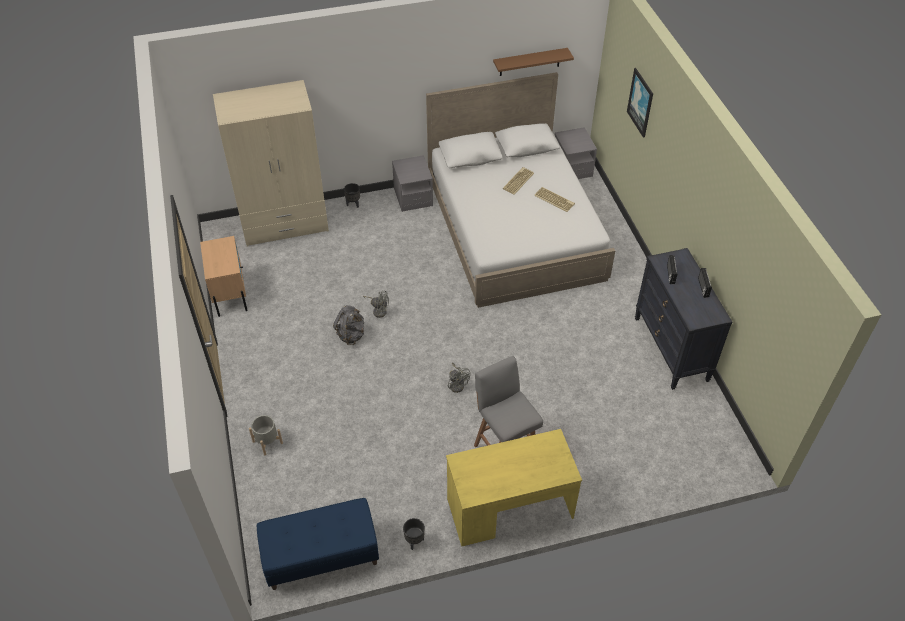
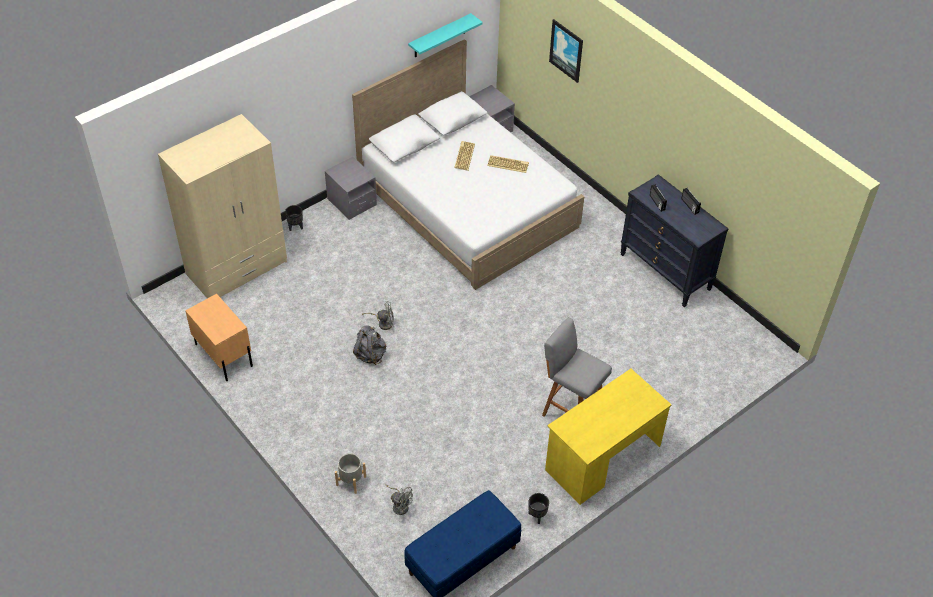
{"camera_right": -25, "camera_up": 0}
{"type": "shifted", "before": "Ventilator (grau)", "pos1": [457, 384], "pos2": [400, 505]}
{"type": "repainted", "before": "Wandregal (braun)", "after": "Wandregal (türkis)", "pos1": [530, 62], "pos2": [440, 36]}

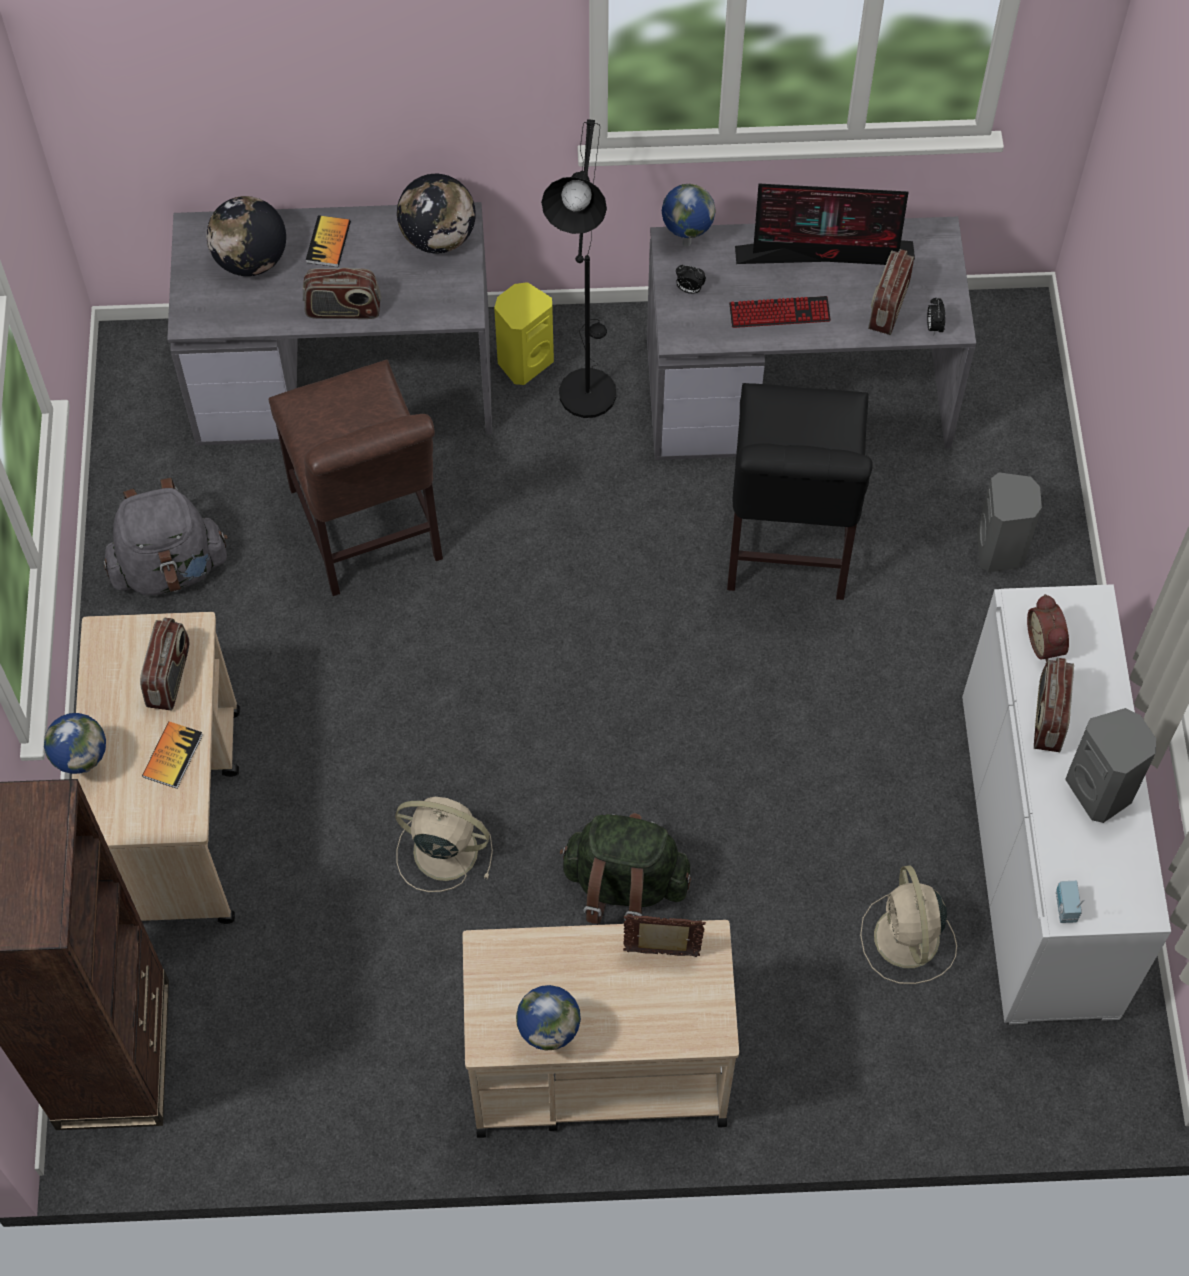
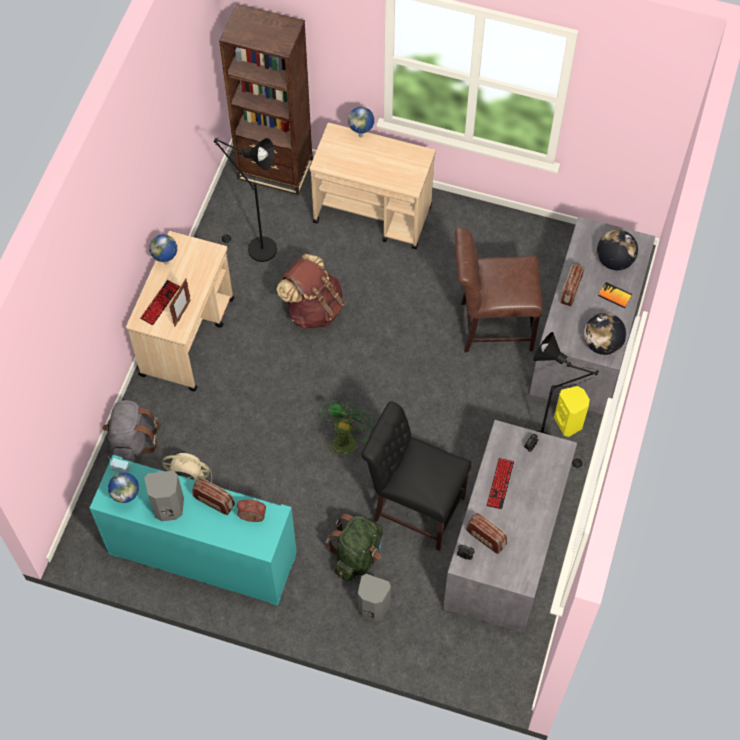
{"camera_right": 110, "camera_up": 0}
{"type": "repainted", "before": "Schrank (weiß)", "after": "Schrank (türkis)", "pos1": [1038, 854], "pos2": [202, 554]}
{"type": "shifted", "before": "Rucksack (grau)", "pos1": [170, 568], "pos2": [132, 441]}
{"type": "shifted", "before": "Globus", "pos1": [685, 242], "pos2": [128, 498]}
{"type": "new", "after": "Tastatur", "pos2": [160, 303]}
{"type": "new", "after": "Stehlampe (schwarz)", "pos2": [256, 249]}
{"type": "swapped", "before": "Ventilator (beige)", "after": "Rucksack (braun)", "pos1": [442, 850], "pos2": [313, 308]}
{"type": "new", "after": "Ventilator (grün)", "pos2": [344, 438]}
{"type": "shifted", "before": "Rucksack (grün)", "pos1": [624, 885], "pos2": [357, 555]}
{"type": "gone", "before": "Radio", "pos1": [169, 676]}
{"type": "gone", "before": "Buch", "pos1": [172, 755]}
{"type": "gone", "before": "Monitor", "pos1": [827, 253]}

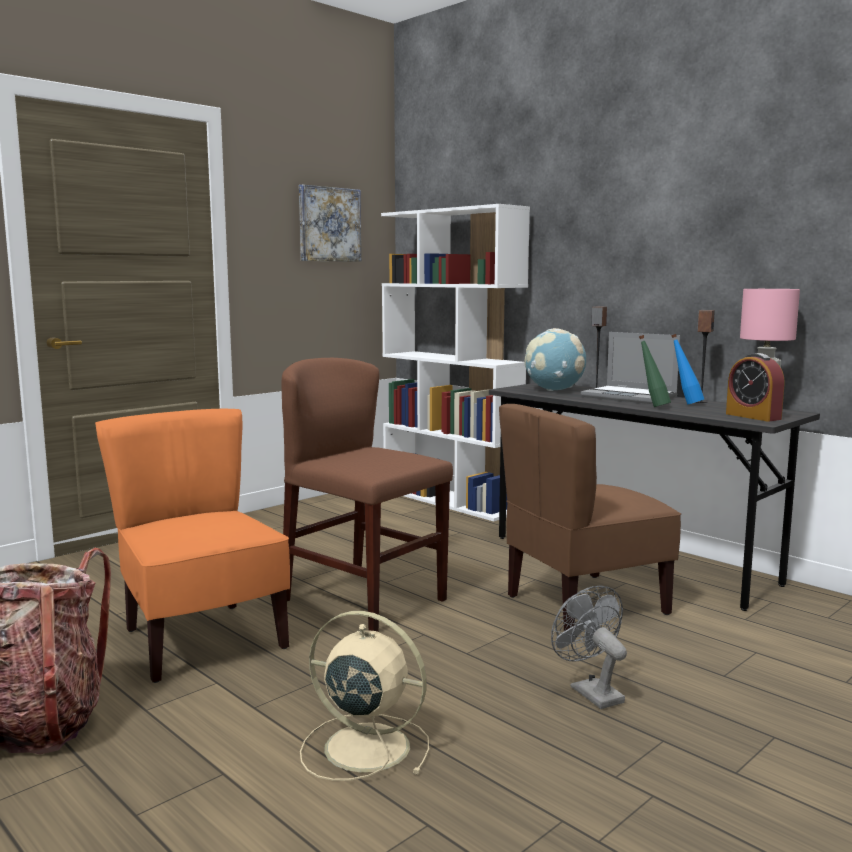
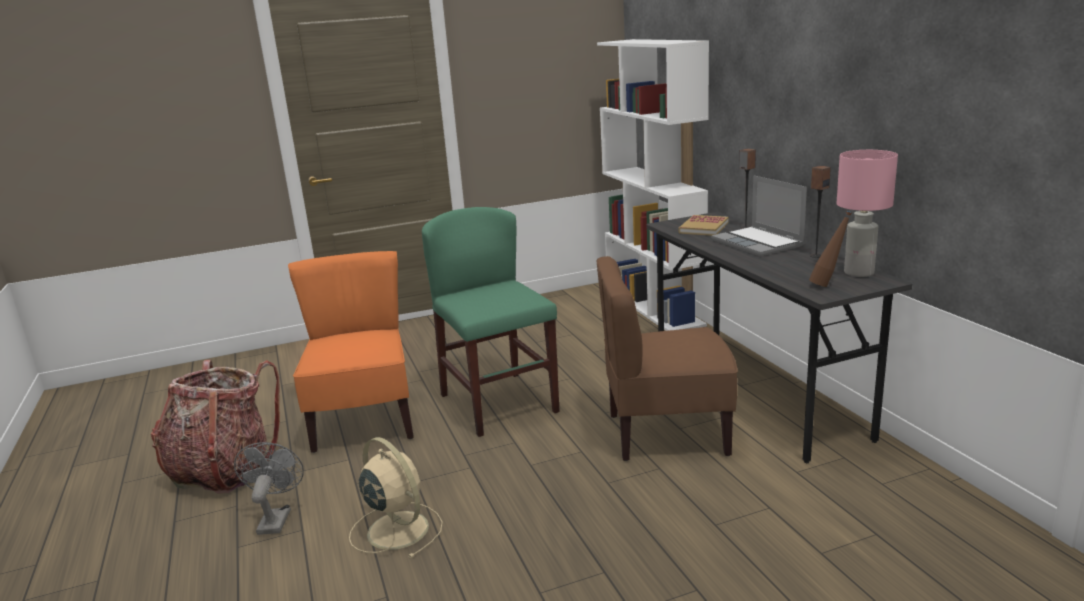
{"camera_right": 25, "camera_up": 10}
{"type": "shifted", "before": "Ventilator (grau)", "pos1": [590, 691], "pos2": [275, 518]}
{"type": "repainted", "before": "Stuhl (braun)", "after": "Stuhl (grün)", "pos1": [364, 600], "pos2": [498, 403]}
{"type": "swapped", "before": "Globus", "after": "Buch", "pos1": [554, 390], "pos2": [703, 228]}
{"type": "swapped", "before": "Wecker", "after": "Flasche (braun)", "pos1": [753, 416], "pos2": [828, 285]}
{"type": "gone", "before": "Bild", "pos1": [329, 224]}
{"type": "gone", "before": "Flasche (grün)", "pos1": [652, 406]}
{"type": "gone", "before": "Flasche (blau)", "pos1": [685, 404]}

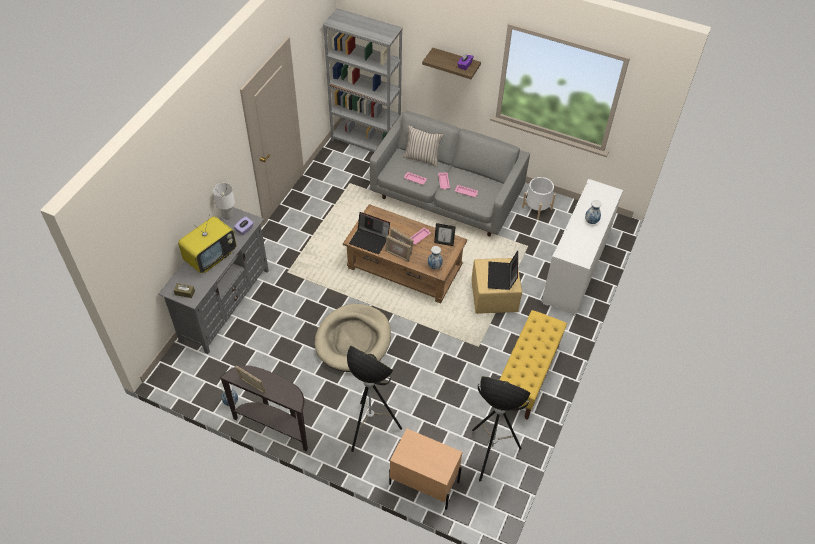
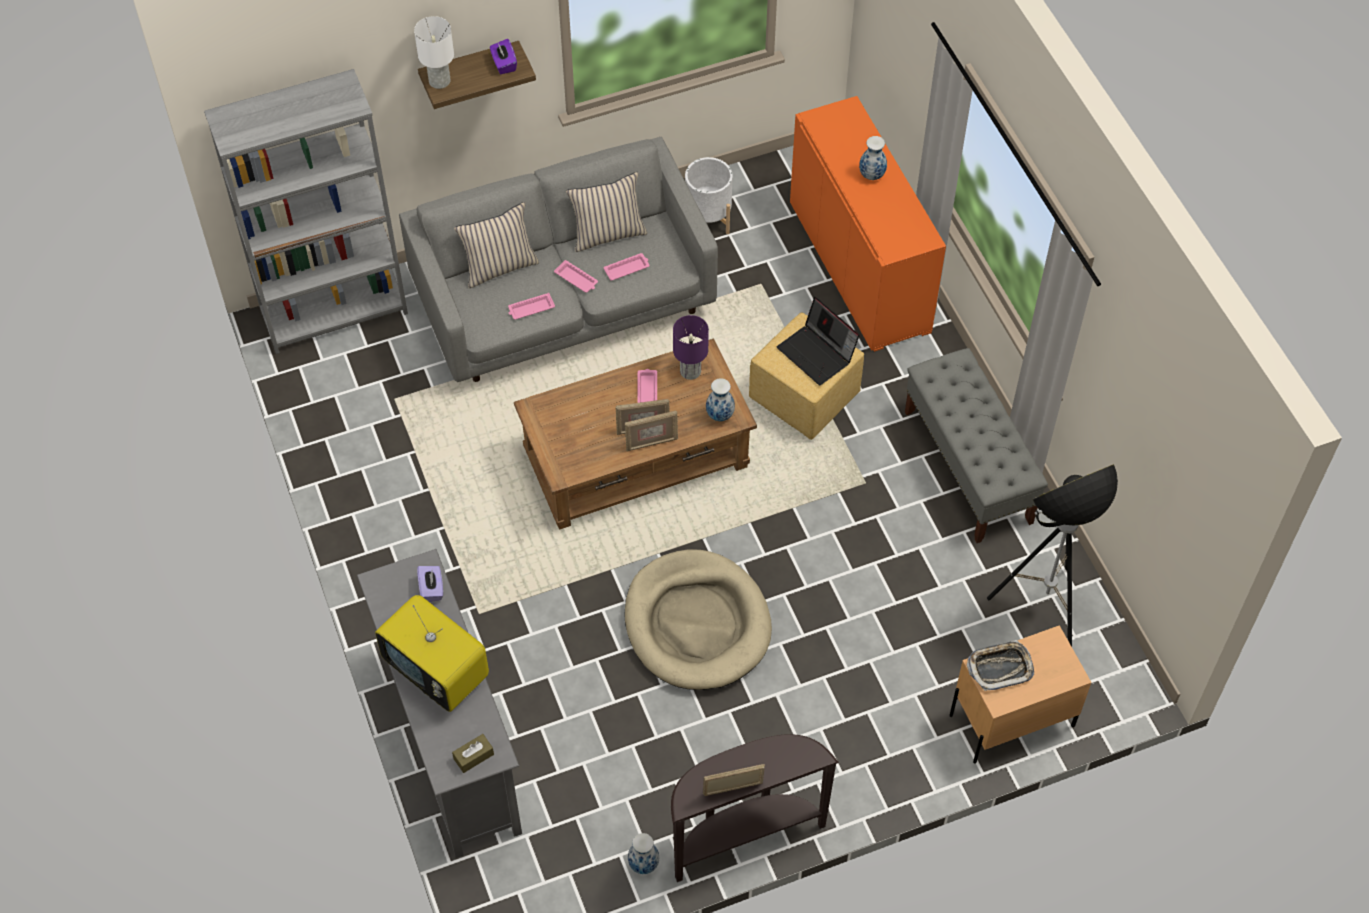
{"camera_right": -45, "camera_up": 5}
{"type": "rotated", "before": "Fernseher", "pos1": [211, 257], "pos2": [438, 672], "turn": 135}
{"type": "shifted", "before": "Tischlampe (weiß)", "pos1": [227, 215], "pos2": [439, 81]}
{"type": "new", "after": "Kissen (beige)", "pos2": [607, 234]}
{"type": "swapped", "before": "Bilderrahmen", "after": "Tischlampe (lila)", "pos1": [444, 243], "pos2": [690, 371]}
{"type": "repainted", "before": "Schrank (weiß)", "after": "Schrank (orange)", "pos1": [575, 270], "pos2": [859, 267]}
{"type": "repainted", "before": "Bank (gelb)", "after": "Bank (grau)", "pos1": [527, 376], "pos2": [968, 467]}
{"type": "new", "after": "Tablett", "pos2": [1000, 668]}
{"type": "gone", "before": "Stehlampe", "pos1": [370, 428]}
{"type": "gone", "before": "Laptop", "pos1": [370, 240]}

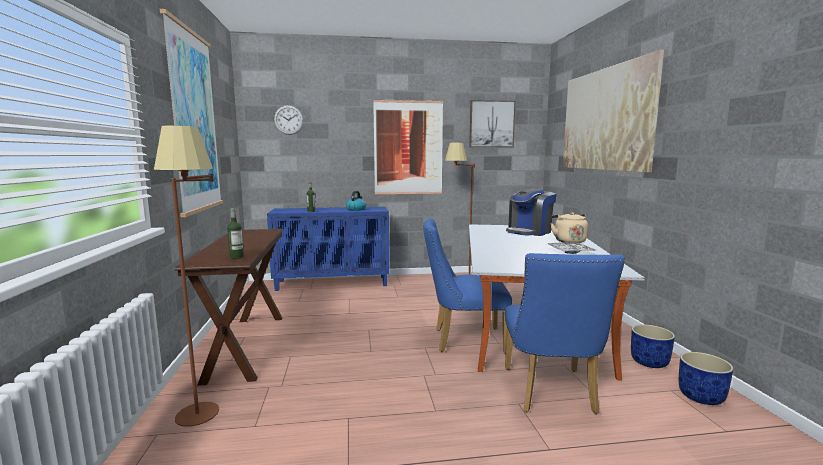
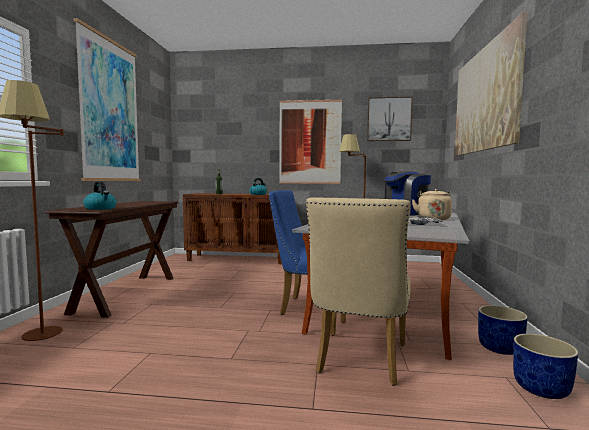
{"camera_right": 15, "camera_up": -5}
{"type": "swapped", "before": "Flasche", "after": "Wasserkessel", "pos1": [236, 257], "pos2": [101, 209]}
{"type": "repainted", "before": "Schrank (blau)", "after": "Schrank (braun)", "pos1": [333, 283], "pos2": [238, 259]}
{"type": "repainted", "before": "Stuhl (blau)", "after": "Stuhl (beige)", "pos1": [550, 394], "pos2": [359, 361]}
{"type": "gone", "before": "Wanduhr", "pos1": [288, 120]}

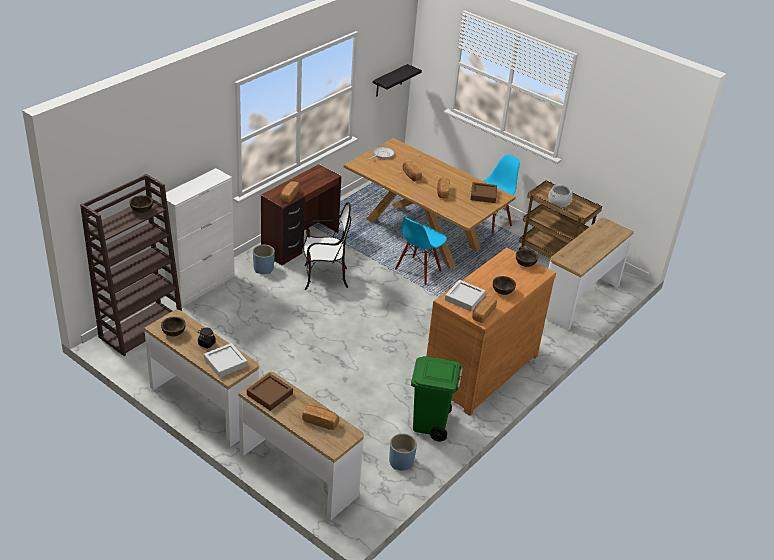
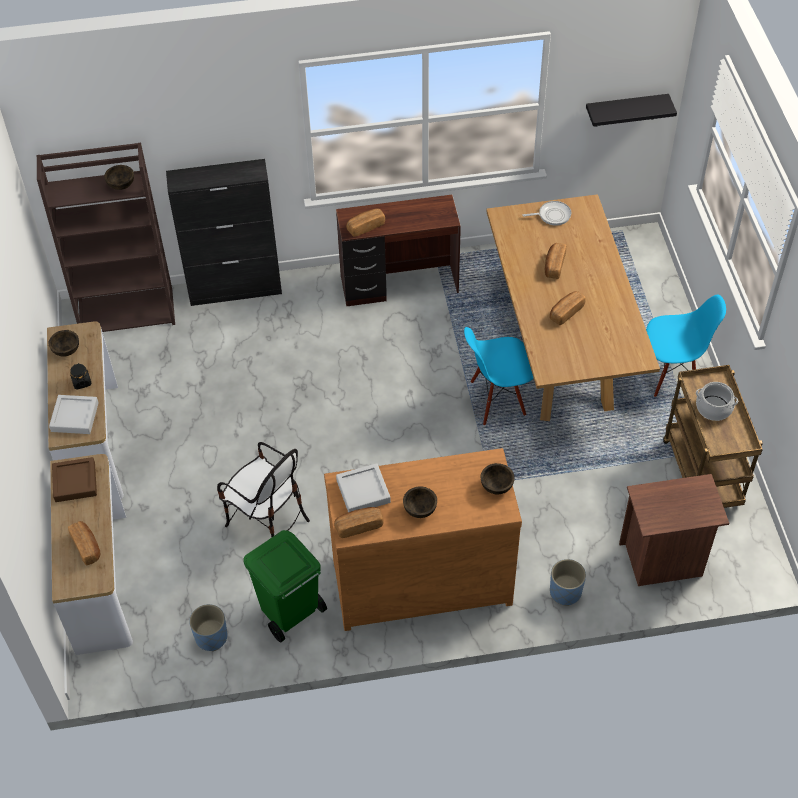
{"camera_right": 45, "camera_up": 15}
{"type": "repainted", "before": "Schrank (weiß)", "after": "Schrank (schwarz)", "pos1": [201, 286], "pos2": [235, 289]}
{"type": "shifted", "before": "Stuhl", "pos1": [325, 278], "pos2": [267, 521]}
{"type": "shifted", "before": "Pflanzkübel (blau)", "pos1": [263, 269], "pos2": [565, 592]}
{"type": "swapped", "before": "Konsolentisch", "after": "Nachttisch (braun)", "pos1": [579, 300], "pos2": [662, 560]}
{"type": "gone", "before": "Tablett (braun)", "pos1": [483, 195]}

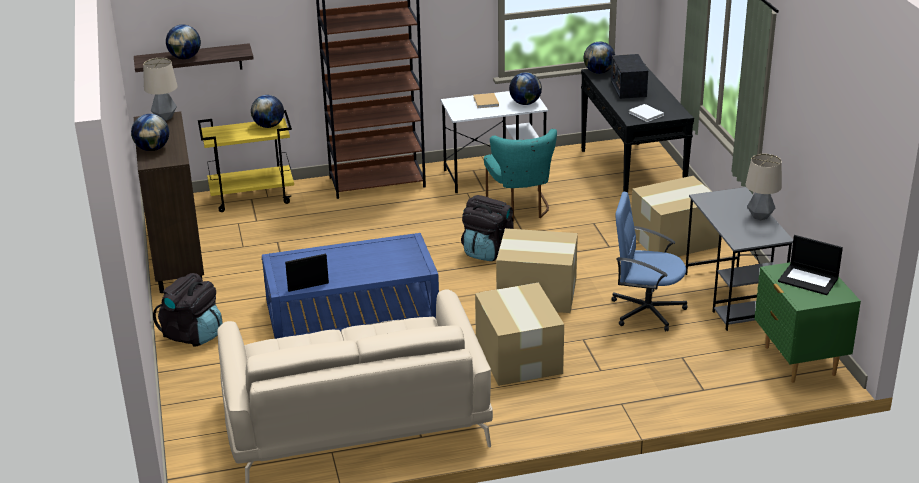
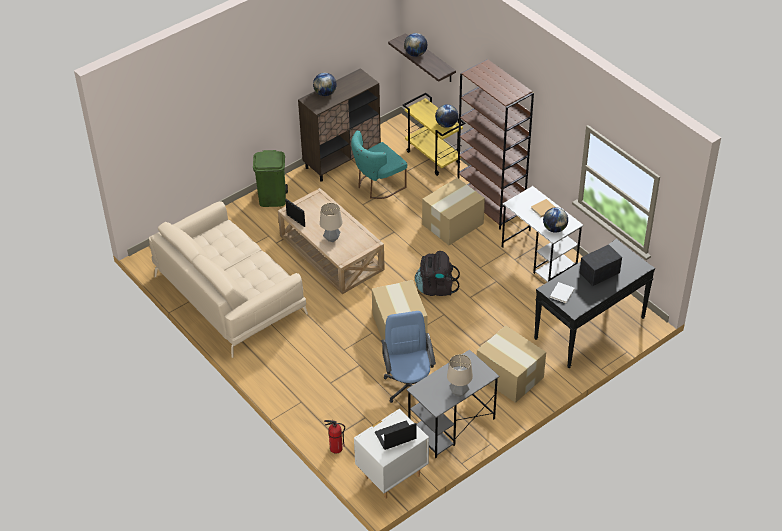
{"camera_right": 65, "camera_up": 15}
{"type": "swapped", "before": "Rucksack (schwarz)", "after": "Mülleimer (grün)", "pos1": [193, 334], "pos2": [273, 199]}
{"type": "repainted", "before": "Couchtisch (blau)", "after": "Couchtisch (beige)", "pos1": [352, 312], "pos2": [331, 253]}
{"type": "shifted", "before": "Tischlampe", "pos1": [164, 118], "pos2": [331, 239]}
{"type": "new", "after": "Feuerlöscher", "pos2": [335, 448]}
{"type": "shifted", "before": "Stuhl (türkis)", "pos1": [520, 208], "pos2": [377, 186]}
{"type": "repainted", "before": "Nachttisch (grün)", "after": "Nachttisch (weiß)", "pos1": [798, 361], "pos2": [392, 476]}
{"type": "rotated", "before": "Laptop", "pos1": [809, 280], "pos2": [395, 436], "turn": 60}
{"type": "shifted", "before": "Karton", "pos1": [518, 358], "pos2": [452, 224]}
{"type": "gone", "before": "Globus", "pos1": [599, 72]}

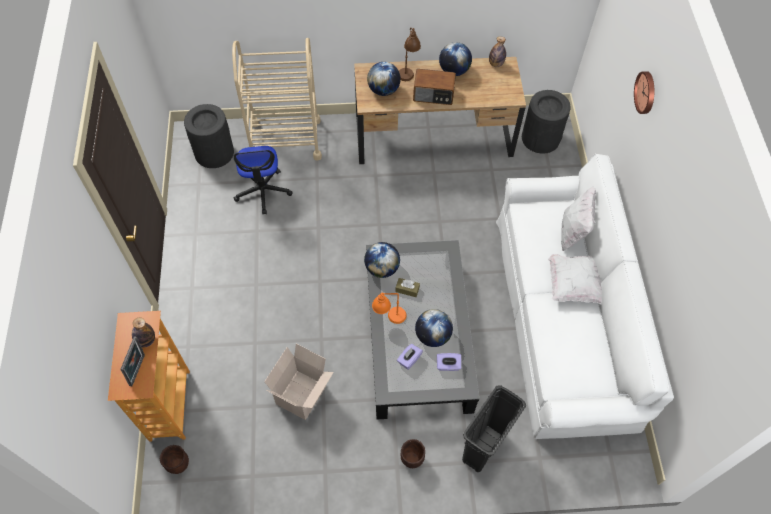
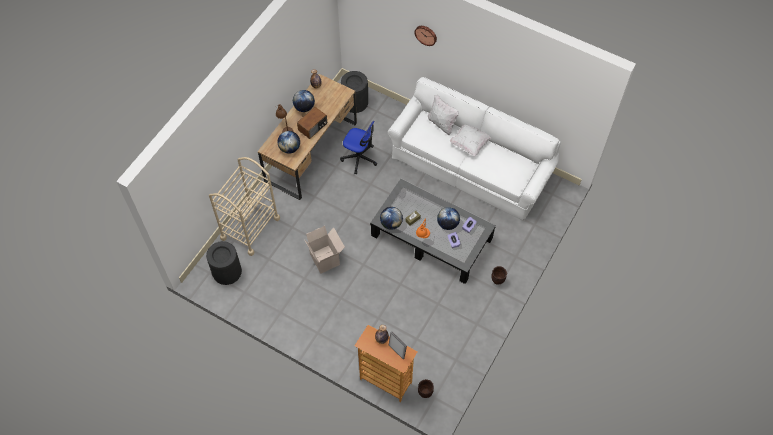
{"camera_right": -55, "camera_up": 0}
{"type": "shifted", "before": "Karton", "pos1": [302, 396], "pos2": [326, 259]}
{"type": "shifted", "before": "Bürostuhl", "pos1": [263, 191], "pos2": [359, 158]}
{"type": "gone", "before": "Mülleimer (schwarz)", "pos1": [483, 447]}

